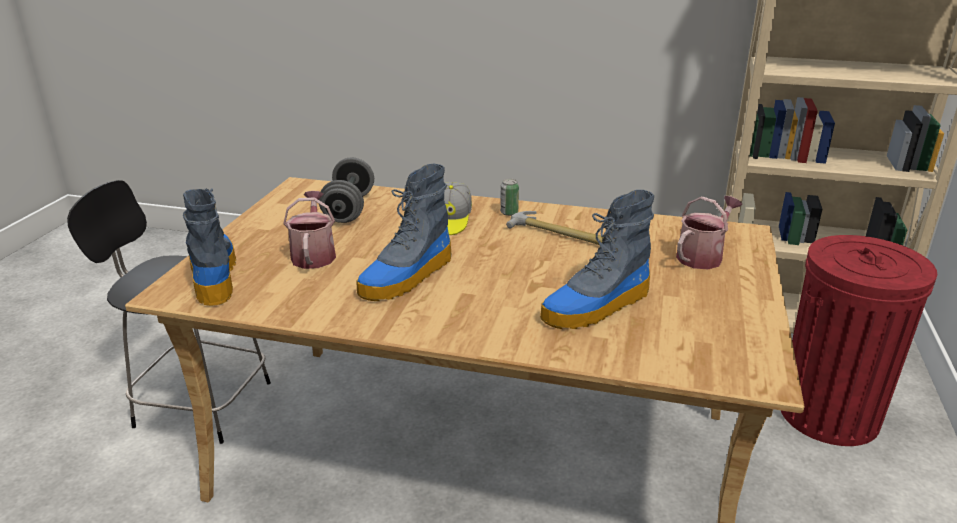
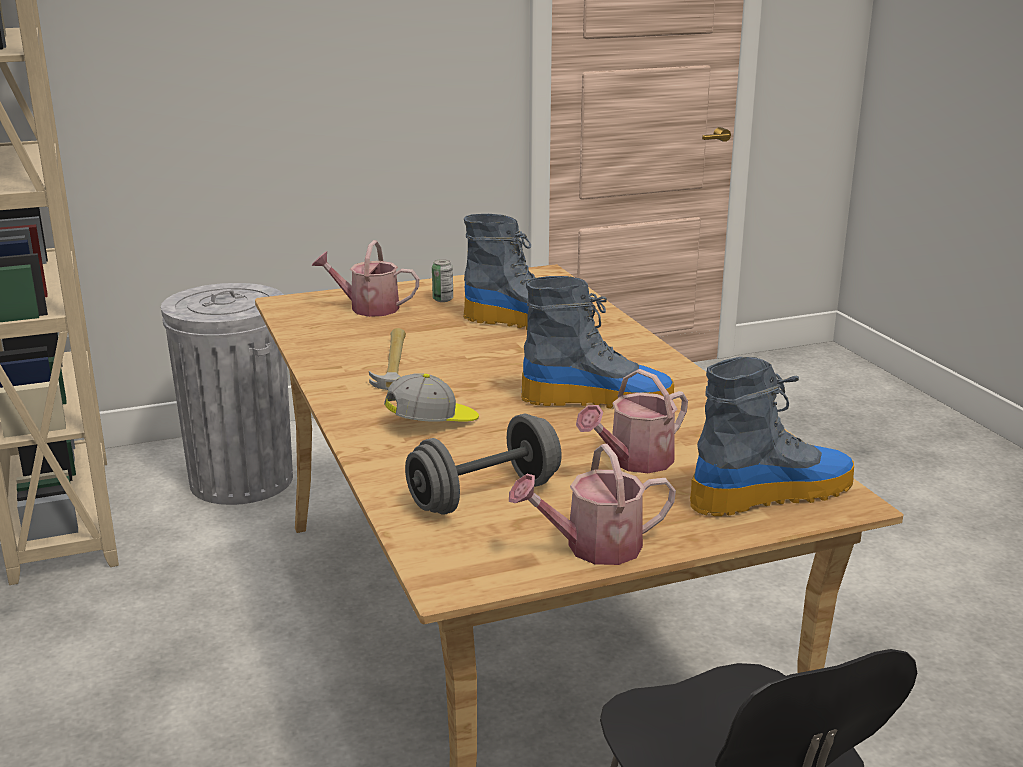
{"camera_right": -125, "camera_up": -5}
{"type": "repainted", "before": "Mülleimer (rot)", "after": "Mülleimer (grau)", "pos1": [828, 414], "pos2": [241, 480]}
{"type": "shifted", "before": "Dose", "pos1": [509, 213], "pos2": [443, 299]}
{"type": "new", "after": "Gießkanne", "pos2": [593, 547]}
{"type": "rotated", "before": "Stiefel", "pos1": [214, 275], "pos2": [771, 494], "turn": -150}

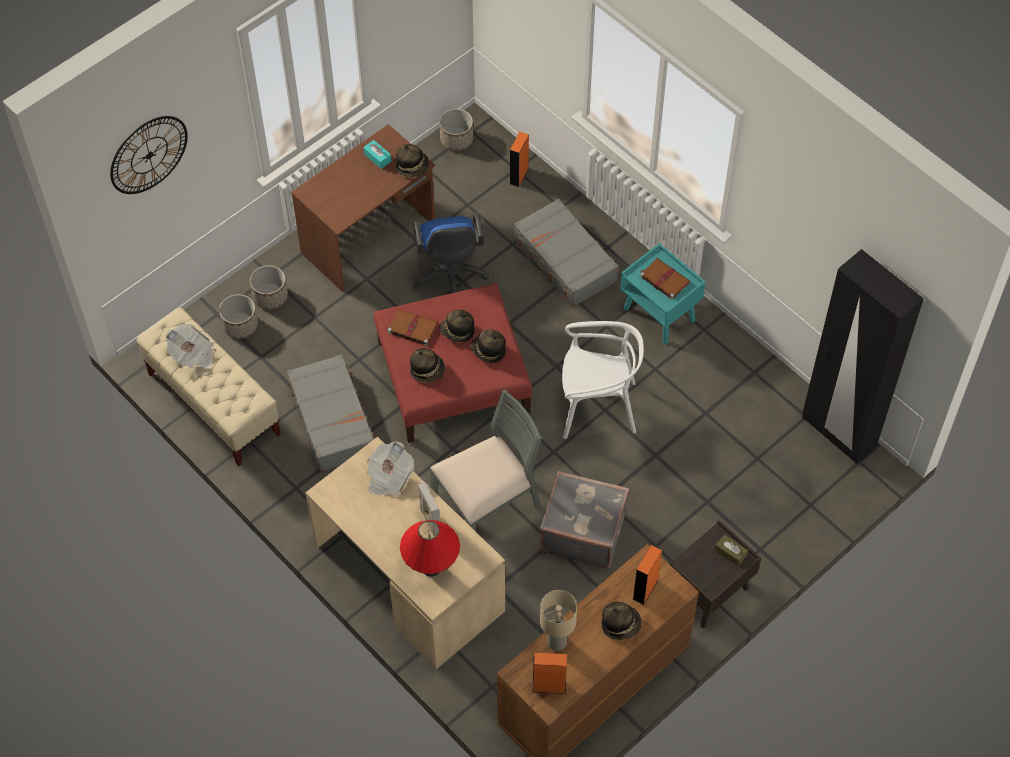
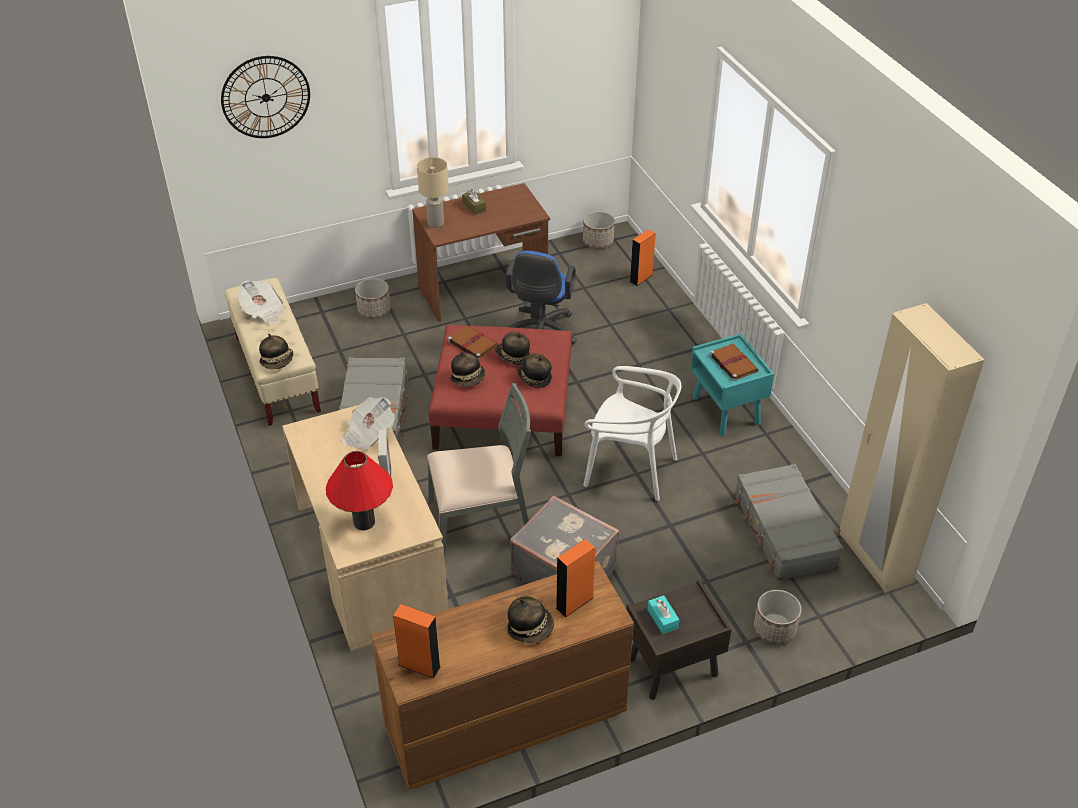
{"camera_right": 20, "camera_up": -15}
{"type": "shifted", "before": "Hut", "pos1": [413, 167], "pos2": [278, 361]}
{"type": "shifted", "before": "Tischlampe (beige)", "pos1": [557, 641], "pos2": [436, 223]}
{"type": "shifted", "before": "Taschentuchbox (braun)", "pos1": [730, 553], "pos2": [474, 207]}
{"type": "shifted", "before": "Taschentuchbox (türkis)", "pos1": [377, 158], "pos2": [662, 619]}
{"type": "shifted", "before": "Koffer (grau)", "pos1": [564, 261], "pos2": [784, 531]}
{"type": "shifted", "before": "Pflanzkübel", "pos1": [240, 325], "pos2": [774, 629]}
{"type": "repainted", "before": "Kleiderschrank (schwarz)", "after": "Kleiderschrank (beige)", "pos1": [838, 433], "pos2": [874, 558]}

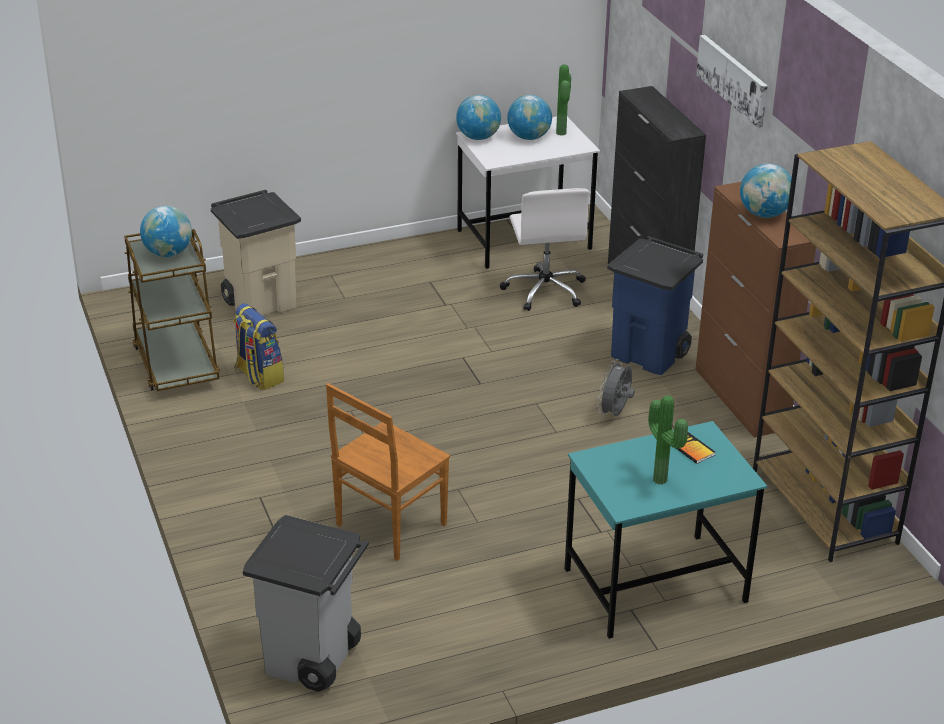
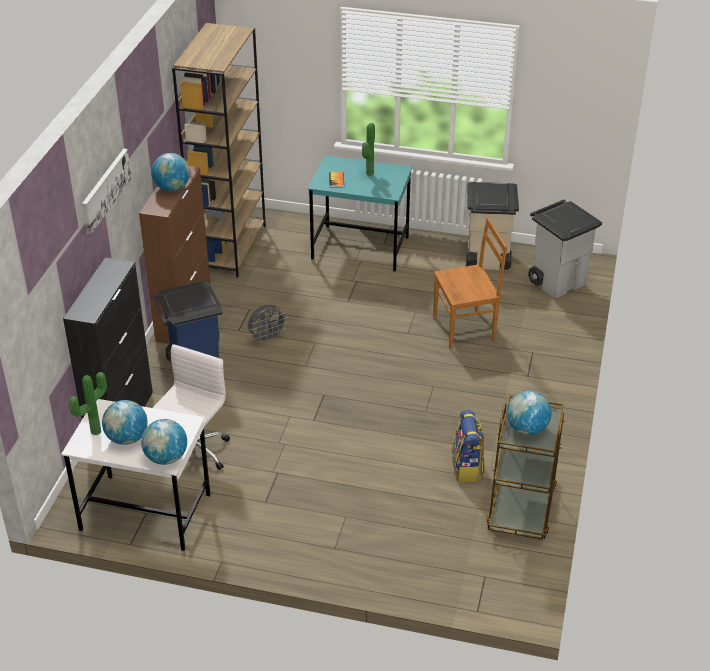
{"camera_right": -145, "camera_up": 5}
{"type": "shifted", "before": "Mülleimer (beige)", "pos1": [261, 302], "pos2": [486, 260]}

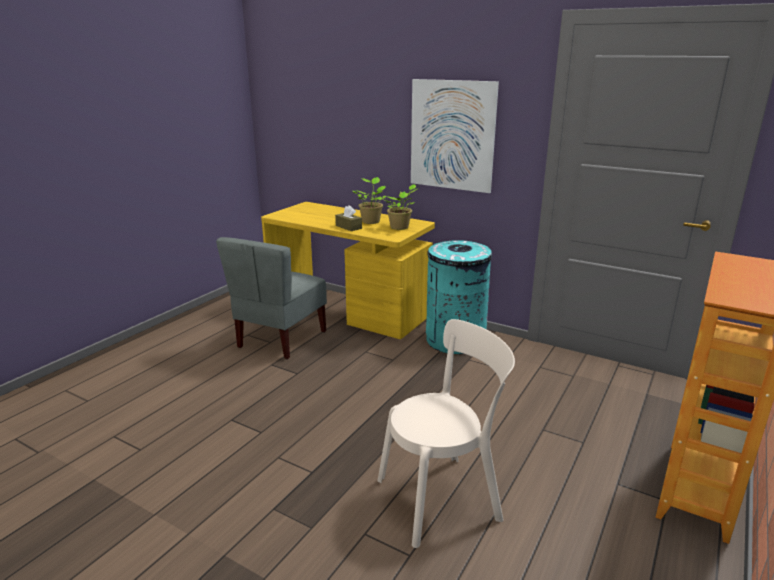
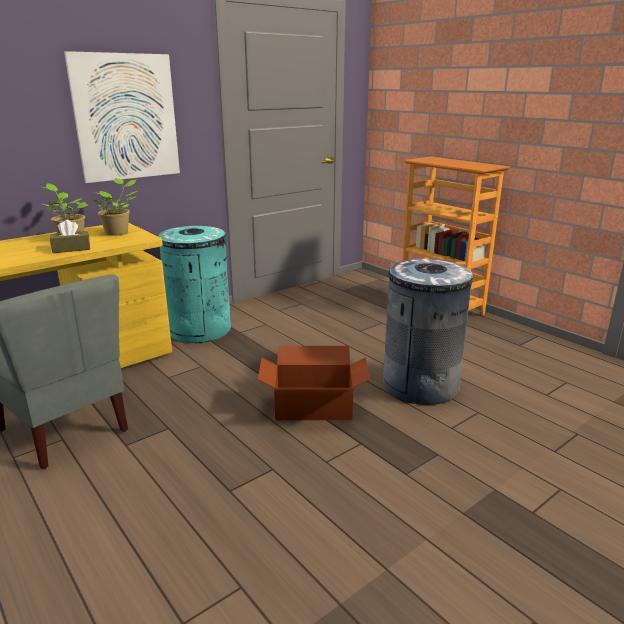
{"camera_right": -70, "camera_up": 0}
{"type": "new", "after": "Karton", "pos2": [314, 407]}
{"type": "swapped", "before": "Stuhl (beige)", "after": "Mülleimer (grau)", "pos1": [443, 497], "pos2": [420, 385]}

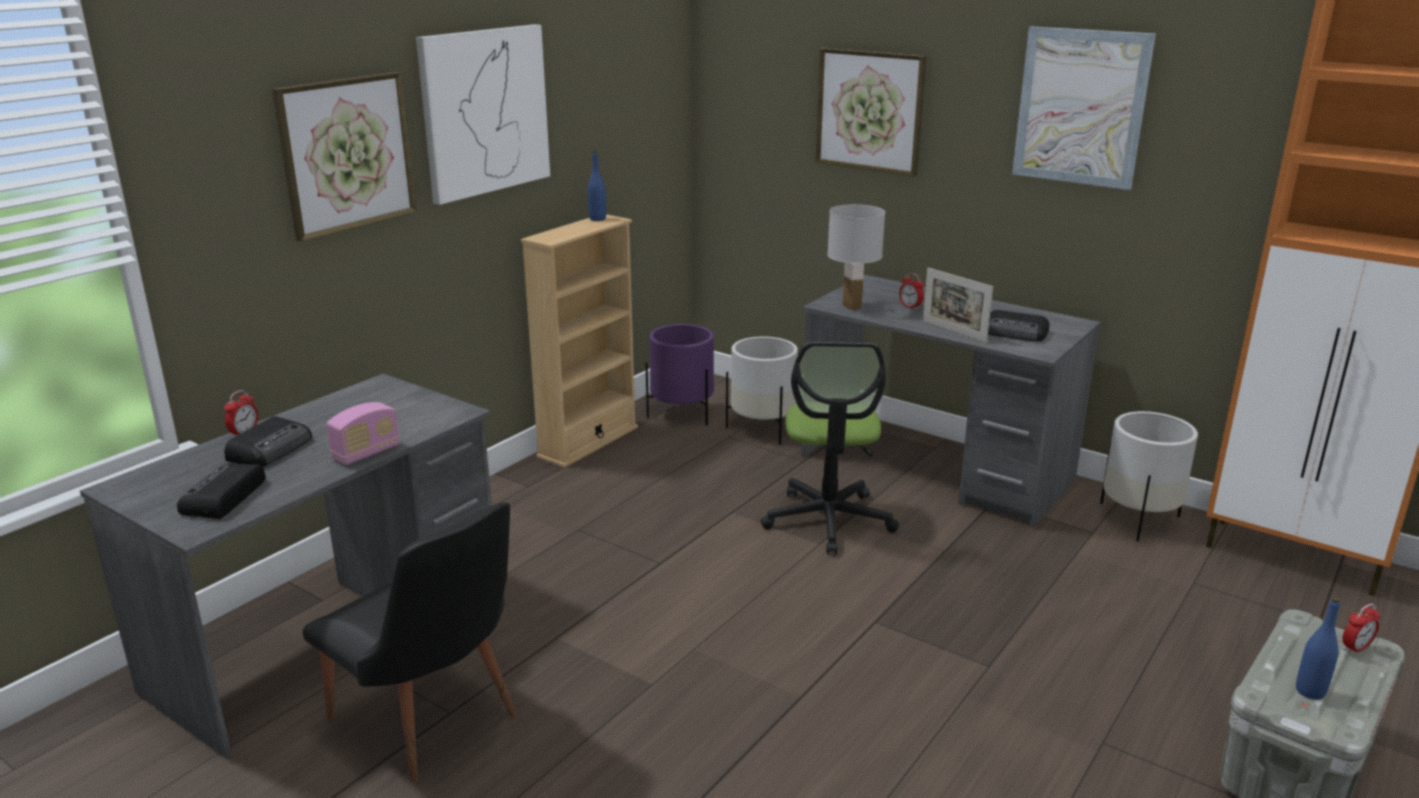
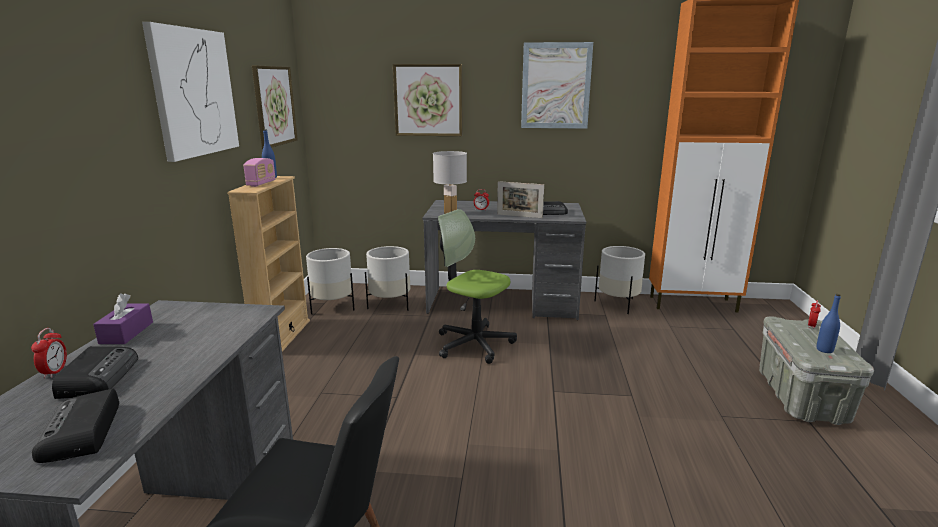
{"camera_right": -30, "camera_up": -5}
{"type": "new", "after": "Taschentuchbox (lila)", "pos2": [126, 333]}
{"type": "shifted", "before": "Radio", "pos1": [366, 453], "pos2": [261, 184]}
{"type": "shifted", "before": "Bild", "pos1": [346, 154], "pos2": [274, 106]}
{"type": "repainted", "before": "Pflanzkübel (lila)", "after": "Pflanzkübel (weiß)", "pos1": [682, 414], "pos2": [332, 307]}
{"type": "rotated", "before": "Bürostuhl", "pos1": [828, 520], "pos2": [474, 343], "turn": 150}

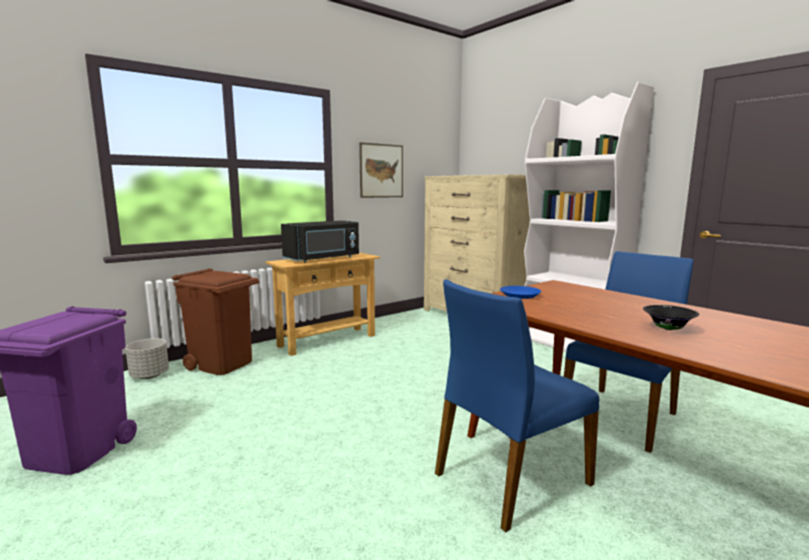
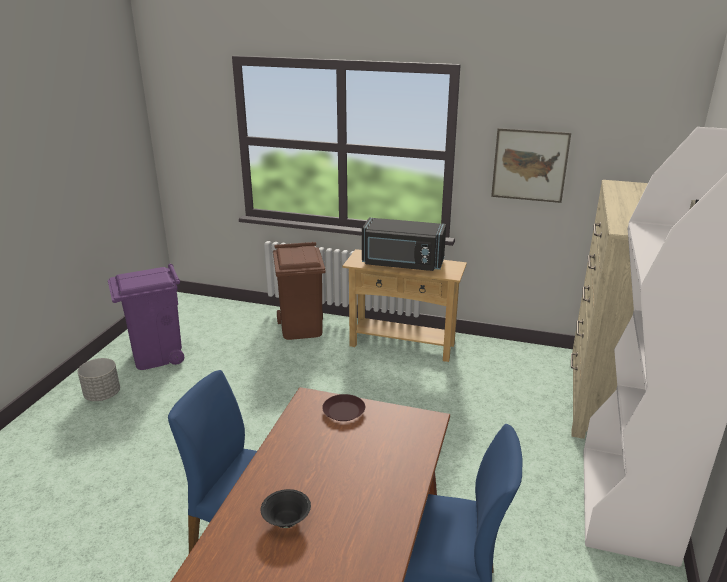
{"camera_right": 55, "camera_up": 15}
{"type": "shifted", "before": "Pflanzkübel (grau)", "pos1": [149, 375], "pos2": [103, 395]}
{"type": "repainted", "before": "Teller (blau)", "after": "Teller (braun)", "pos1": [520, 295], "pos2": [343, 412]}

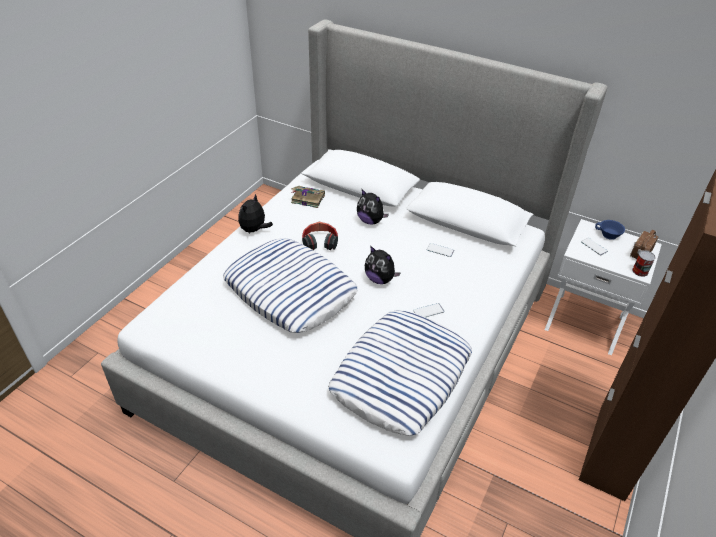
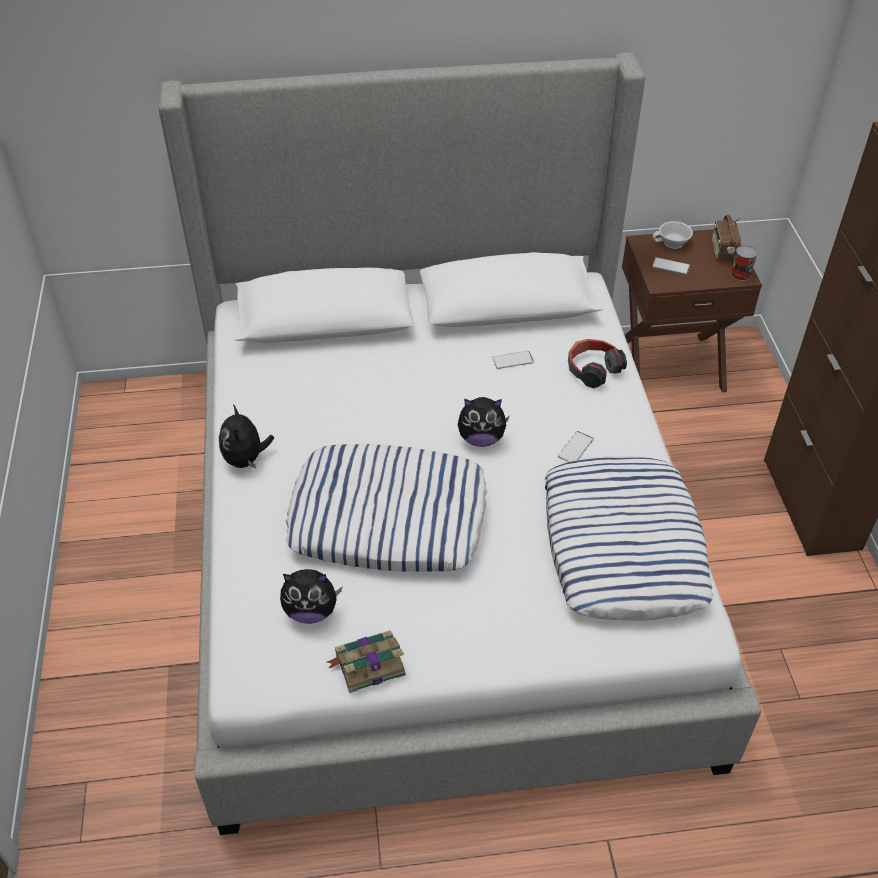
{"camera_right": -35, "camera_up": 5}
{"type": "shifted", "before": "Plüschtier", "pos1": [370, 221], "pos2": [311, 611]}
{"type": "shifted", "before": "Buch", "pos1": [307, 198], "pos2": [368, 664]}
{"type": "shifted", "before": "Kopfhörer", "pos1": [320, 242], "pos2": [592, 369]}
{"type": "repainted", "before": "Nachttisch (weiß)", "after": "Nachttisch (braun)", "pos1": [585, 321], "pos2": [669, 365]}
{"type": "repainted", "before": "Tasse (blau)", "after": "Tasse (weiß)", "pos1": [608, 235], "pos2": [672, 243]}

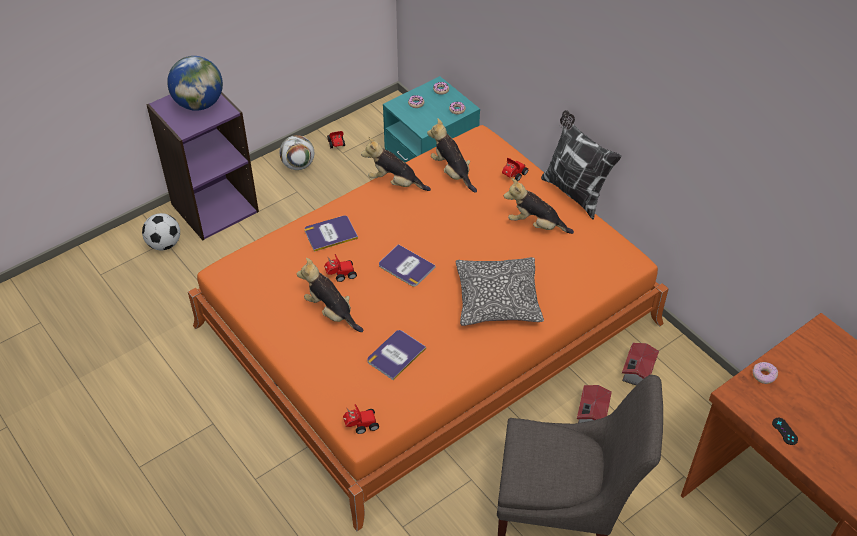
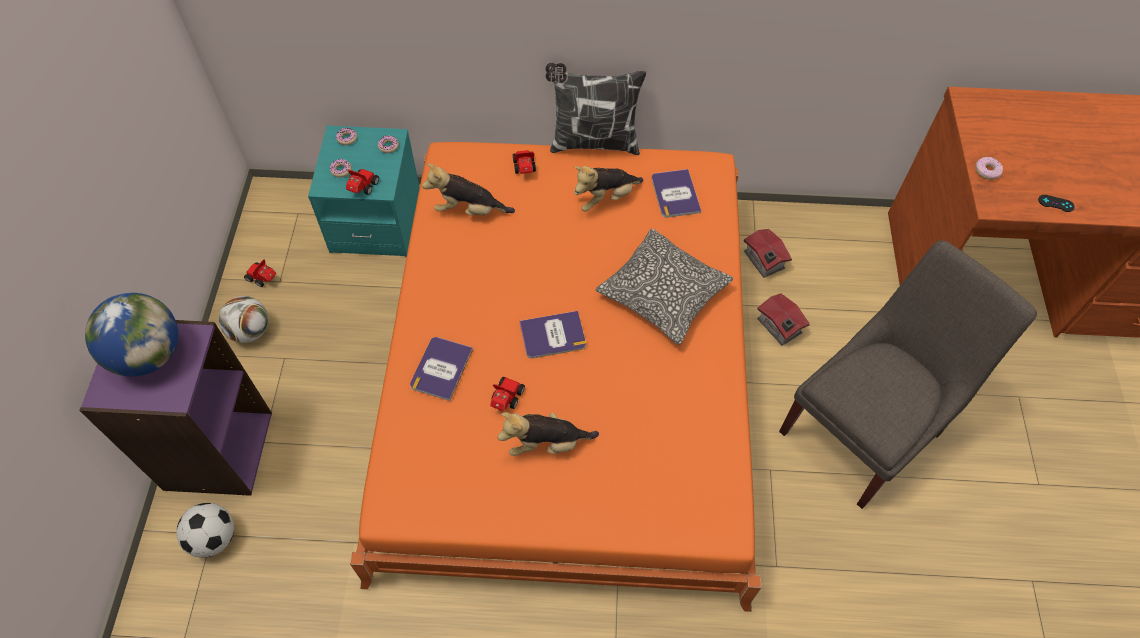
{"camera_right": -50, "camera_up": 10}
{"type": "shifted", "before": "Spielzeugauto", "pos1": [360, 425], "pos2": [362, 188]}
{"type": "shifted", "before": "Buch", "pos1": [396, 355], "pos2": [675, 194]}
{"type": "gone", "before": "Plüschtier", "pos1": [395, 183]}

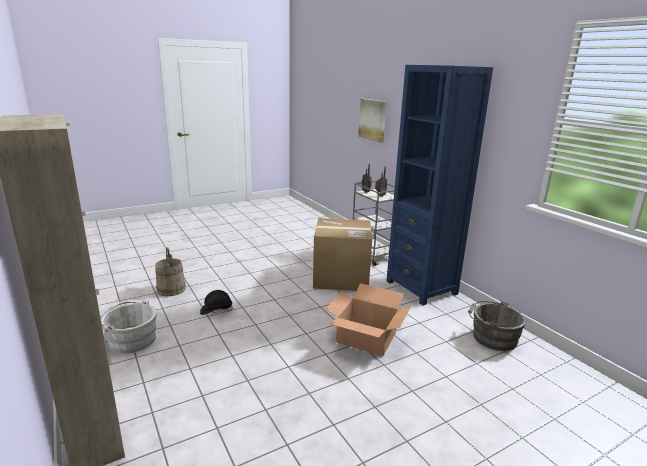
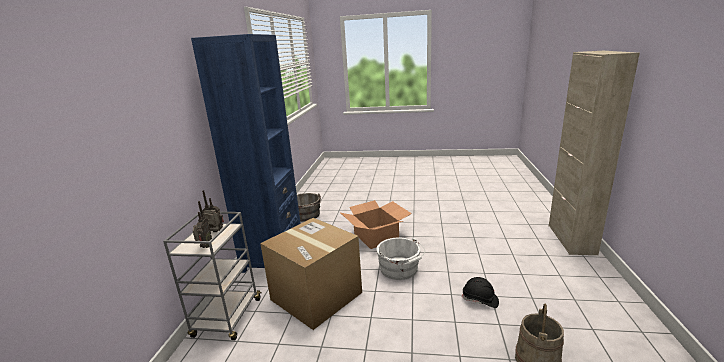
{"camera_right": -140, "camera_up": 0}
{"type": "shifted", "before": "Eimer (weiß)", "pos1": [130, 339], "pos2": [400, 270]}
{"type": "gone", "before": "Bild", "pos1": [373, 120]}

